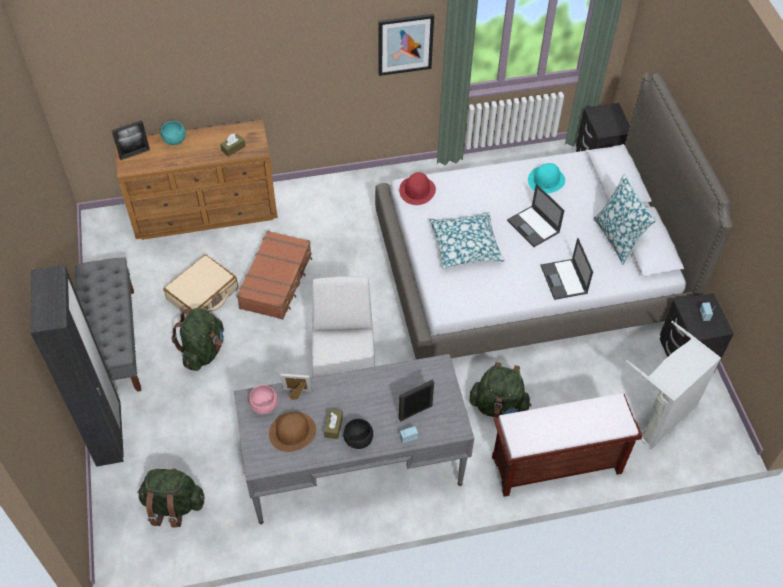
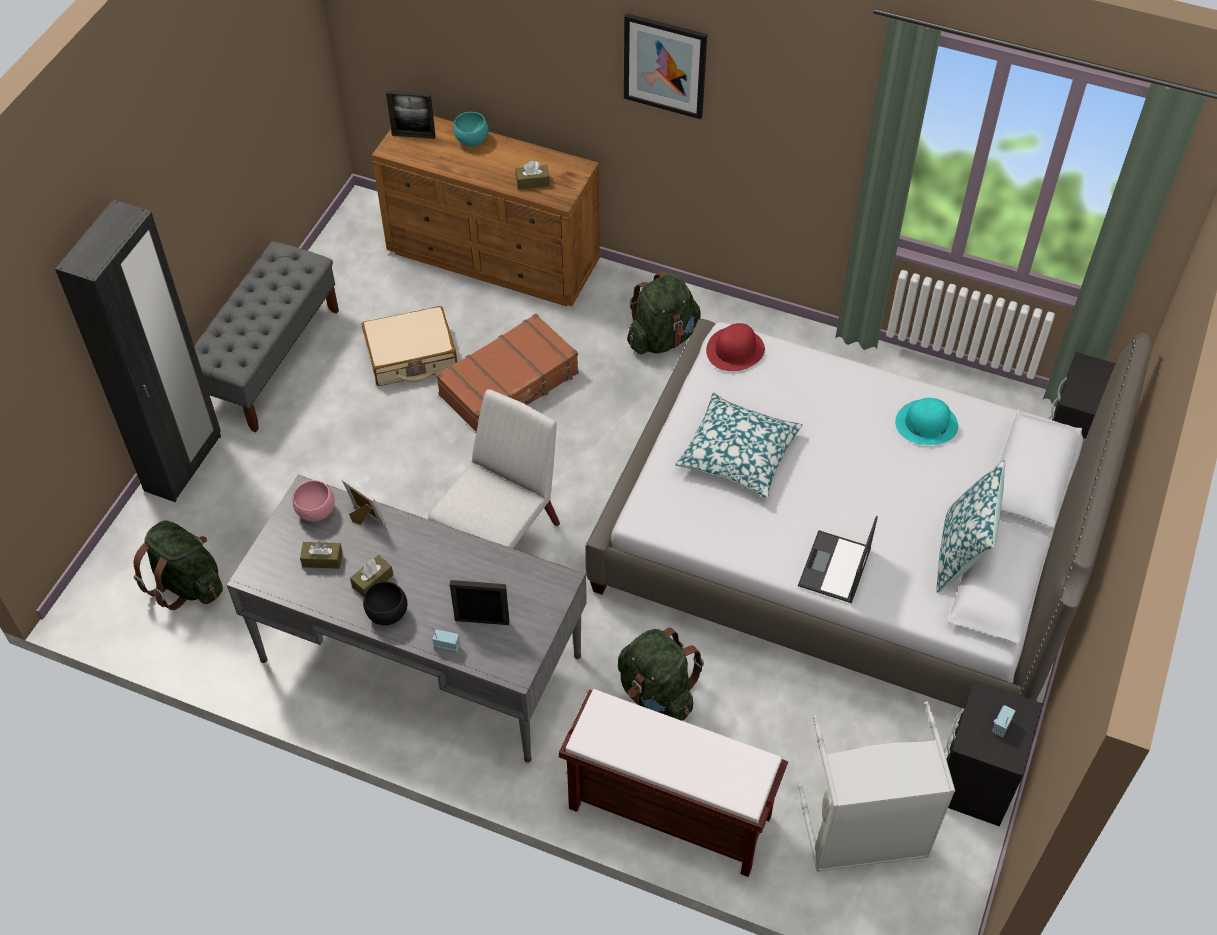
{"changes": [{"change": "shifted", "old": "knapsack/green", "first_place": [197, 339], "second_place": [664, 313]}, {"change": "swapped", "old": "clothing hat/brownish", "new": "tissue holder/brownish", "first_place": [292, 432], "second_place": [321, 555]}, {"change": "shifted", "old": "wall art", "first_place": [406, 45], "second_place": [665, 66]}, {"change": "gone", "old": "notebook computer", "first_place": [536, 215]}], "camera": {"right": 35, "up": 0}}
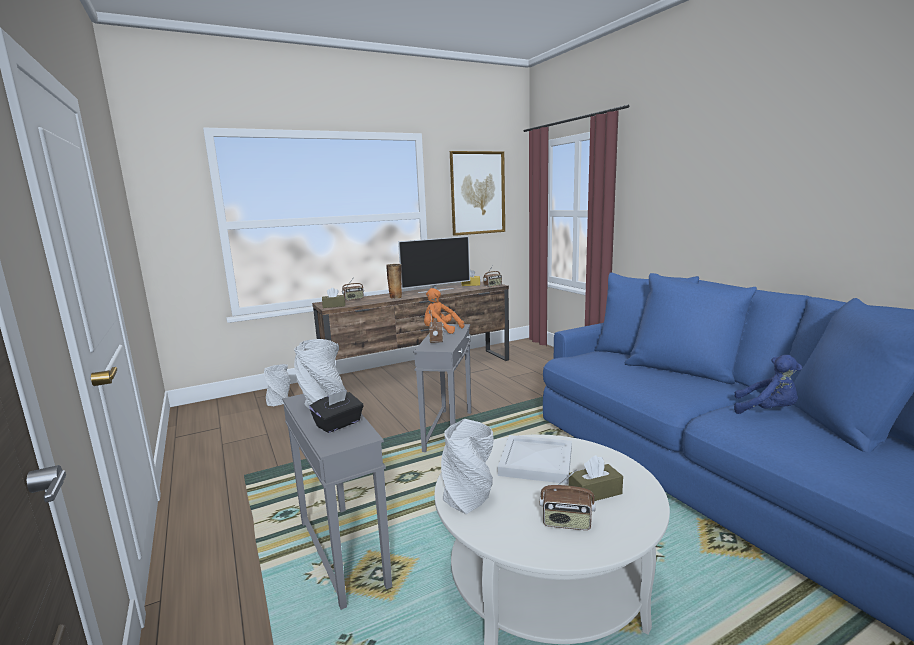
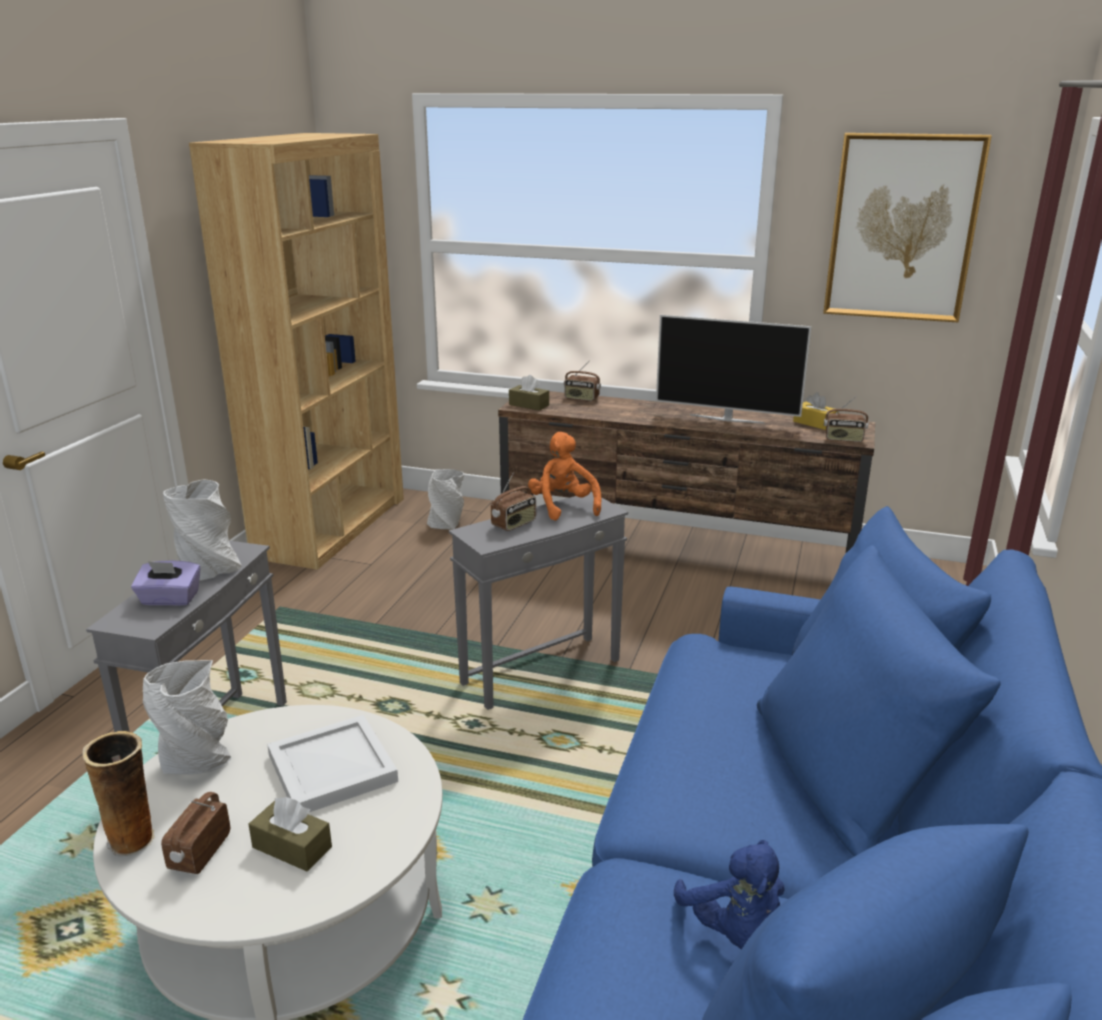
{"changes": [{"change": "repainted", "old": "tissue holder/black", "new": "tissue holder/purple", "first_place": [336, 411], "second_place": [166, 583]}, {"change": "shifted", "old": "vase", "first_place": [394, 281], "second_place": [118, 794]}, {"change": "rotated", "old": "radio set", "first_place": [567, 499], "second_place": [195, 833], "degrees": 45}, {"change": "new", "new": "bookcase/brownish", "second_place": [296, 351]}], "camera": {"right": 45, "up": 10}}
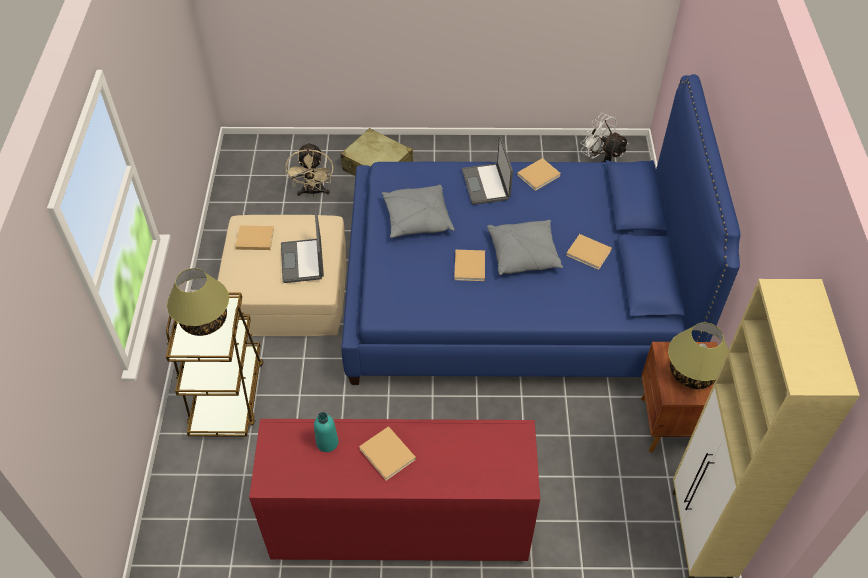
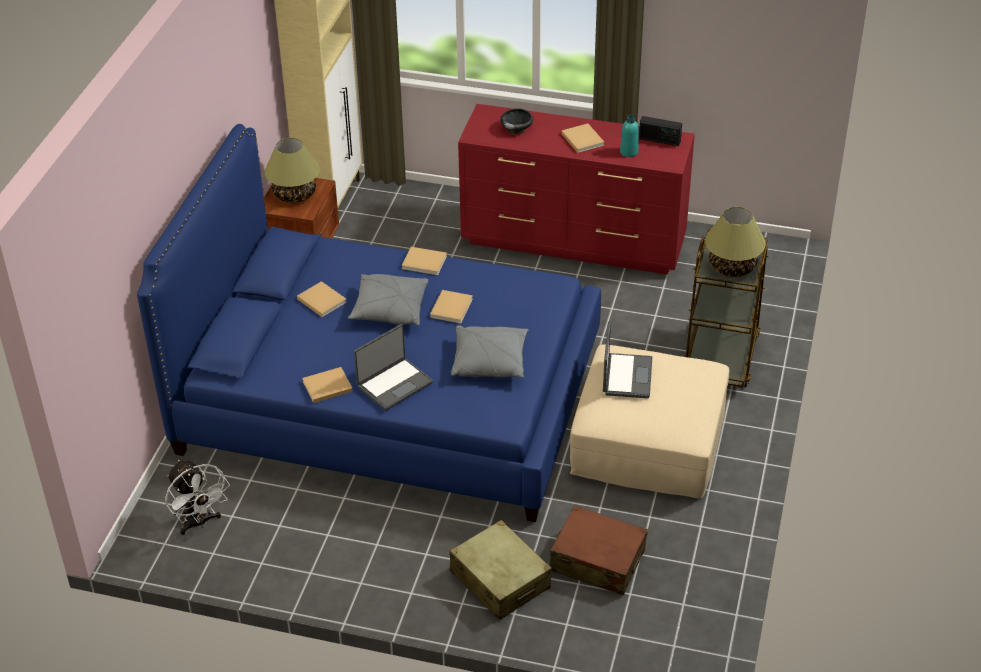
{"changes": [{"change": "shifted", "old": "book/sand-coloured", "first_place": [254, 238], "second_place": [424, 261]}, {"change": "swapped", "old": "fan/sand-coloured", "new": "travel case/brownish", "first_place": [309, 169], "second_place": [599, 550]}, {"change": "rotated", "old": "notebook computer", "first_place": [487, 170], "second_place": [393, 367], "degrees": 45}, {"change": "new", "new": "serving bowl/black", "second_place": [516, 121]}, {"change": "new", "new": "radio set", "second_place": [660, 131]}], "camera": {"right": -165, "up": -10}}
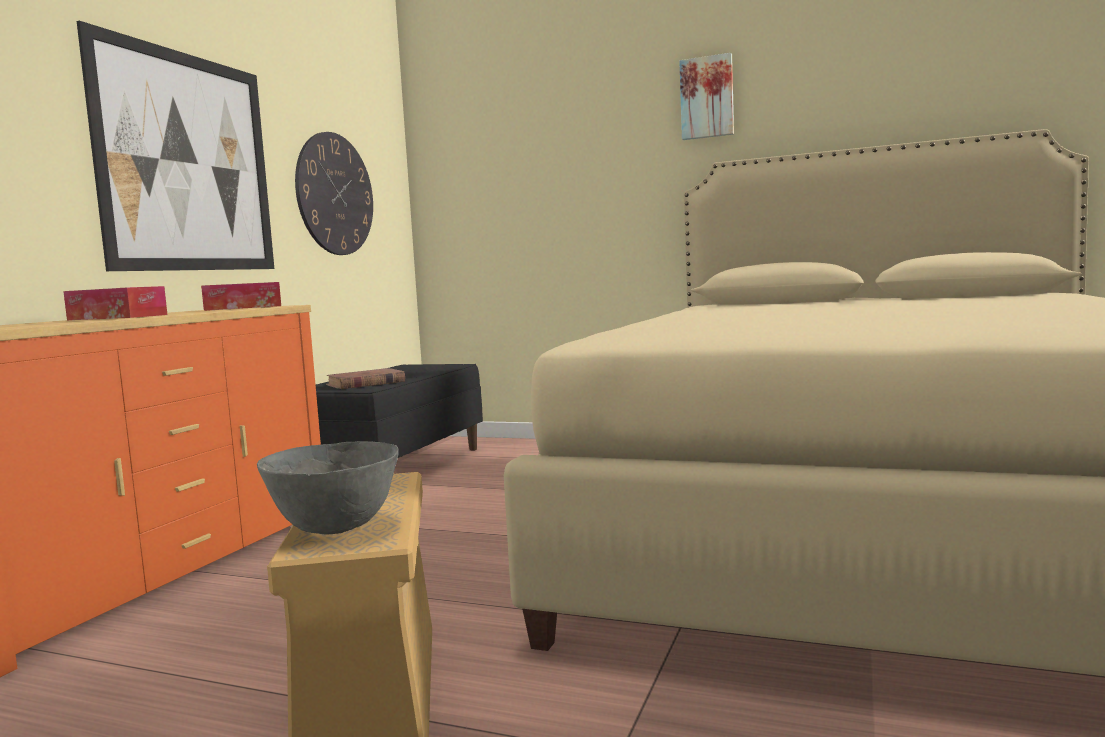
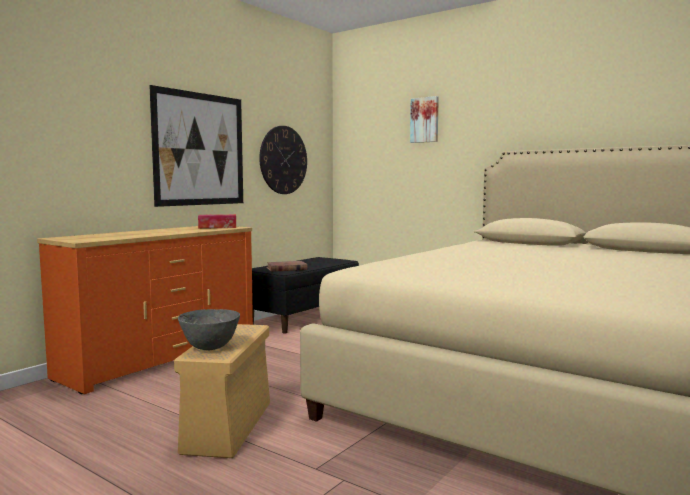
{"changes": [{"change": "gone", "old": "tissue holder", "first_place": [115, 303]}, {"change": "shifted", "old": "wall art", "first_place": [706, 96], "second_place": [424, 119]}], "camera": {"right": 15, "up": 0}}
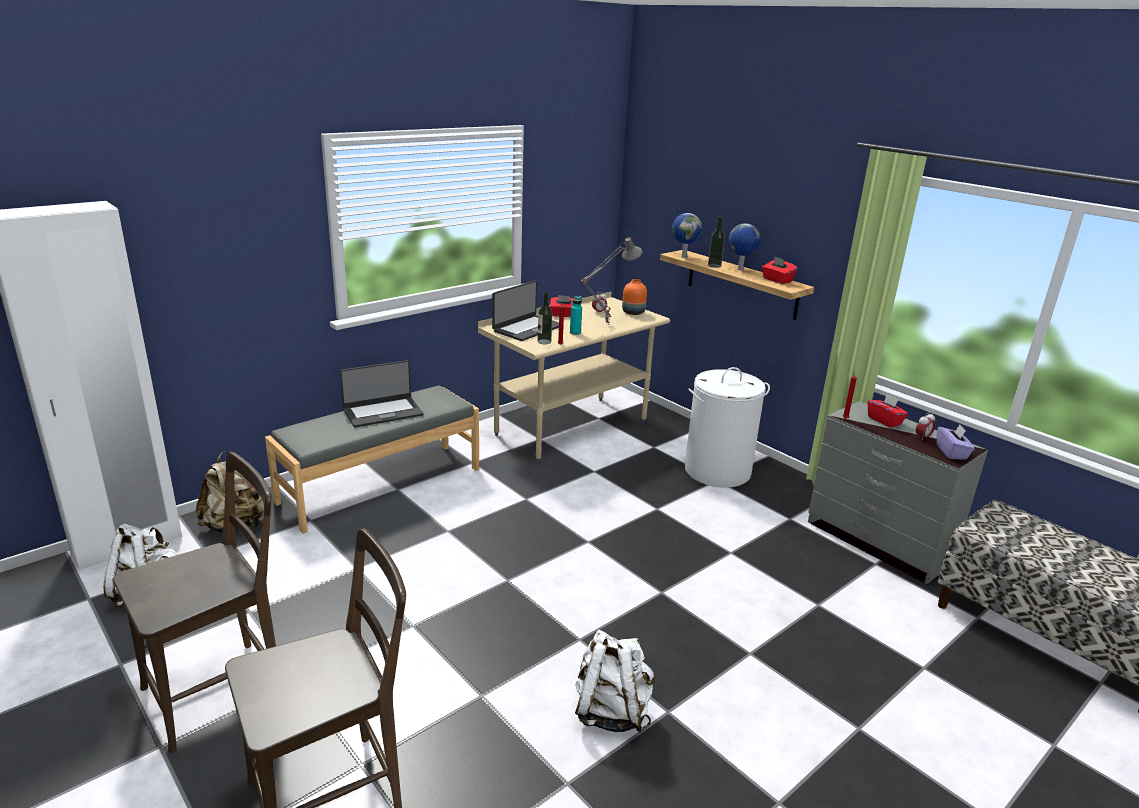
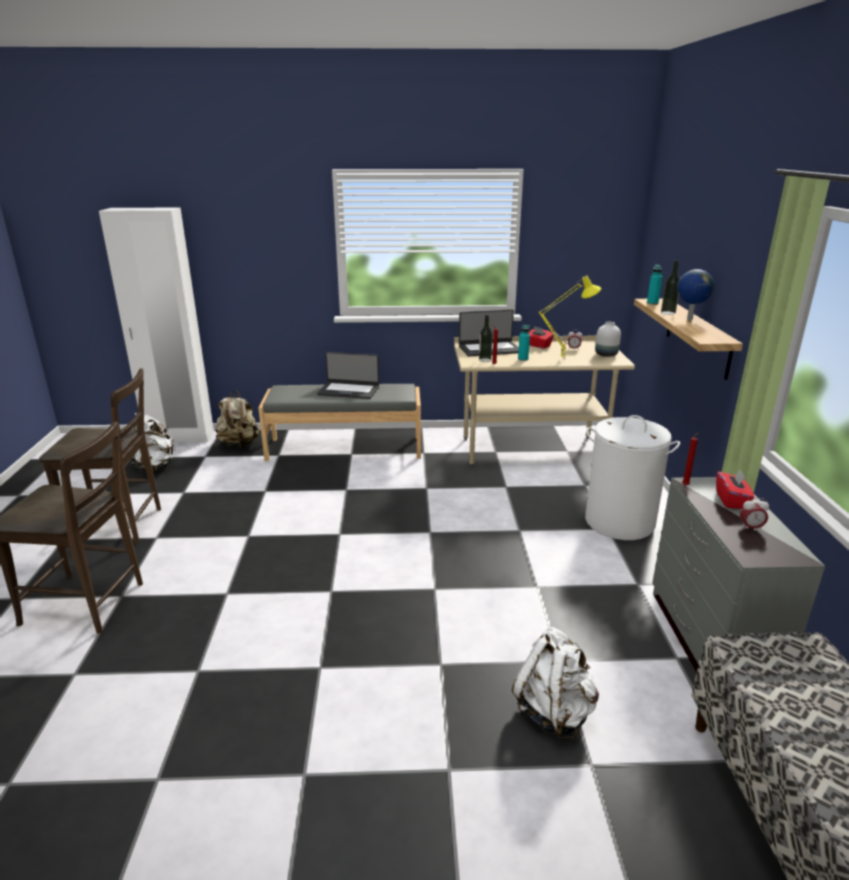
{"changes": [{"change": "shifted", "old": "knapsack/white", "first_place": [615, 681], "second_place": [555, 683]}, {"change": "repainted", "old": "lamp for a table/gray", "new": "lamp for a table/yellow", "first_place": [612, 281], "second_place": [569, 317]}, {"change": "repainted", "old": "vase/orange", "new": "vase/white", "first_place": [634, 297], "second_place": [608, 339]}, {"change": "swapped", "old": "globe", "new": "drink bottle/turquoise", "first_place": [687, 235], "second_place": [654, 285]}, {"change": "gone", "old": "tissue holder/red-coloured", "first_place": [780, 270]}, {"change": "gone", "old": "tissue holder/purple", "first_place": [956, 442]}], "camera": {"right": 40, "up": 0}}
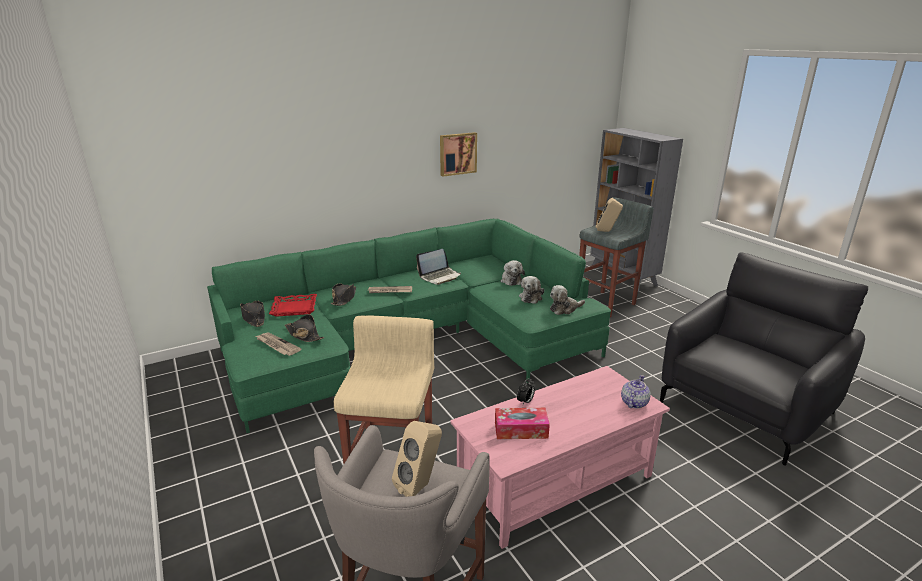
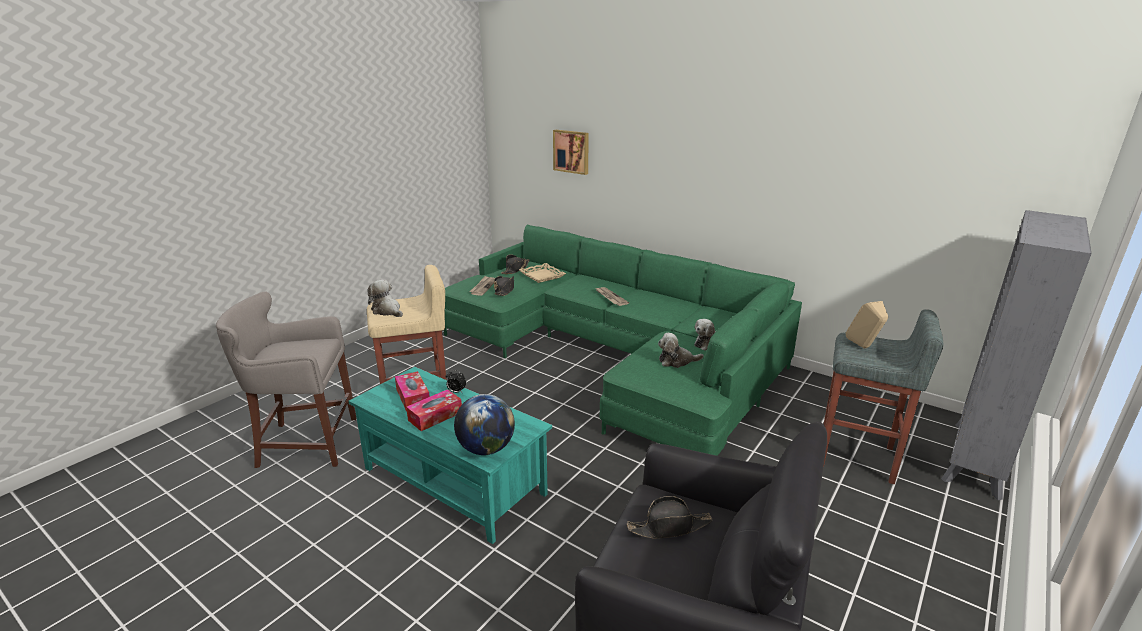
{"changes": [{"change": "repainted", "old": "serving tray/red-coloured", "new": "serving tray/sand-coloured", "first_place": [293, 305], "second_place": [542, 273]}, {"change": "shifted", "old": "clothing hat/black", "first_place": [343, 294], "second_place": [670, 517]}, {"change": "gone", "old": "audio speaker/sand-coloured", "first_place": [417, 459]}, {"change": "gone", "old": "notebook computer", "first_place": [438, 267]}, {"change": "shifted", "old": "wall art", "first_place": [458, 154], "second_place": [571, 152]}, {"change": "repainted", "old": "low table/pink", "new": "low table/turquoise", "first_place": [560, 457], "second_place": [450, 455]}, {"change": "shifted", "old": "cuddly toy", "first_place": [567, 300], "second_place": [385, 298]}, {"change": "swapped", "old": "tea pot", "new": "globe", "first_place": [636, 391], "second_place": [484, 424]}, {"change": "new", "new": "tissue holder", "second_place": [434, 410]}], "camera": {"right": 65, "up": 0}}
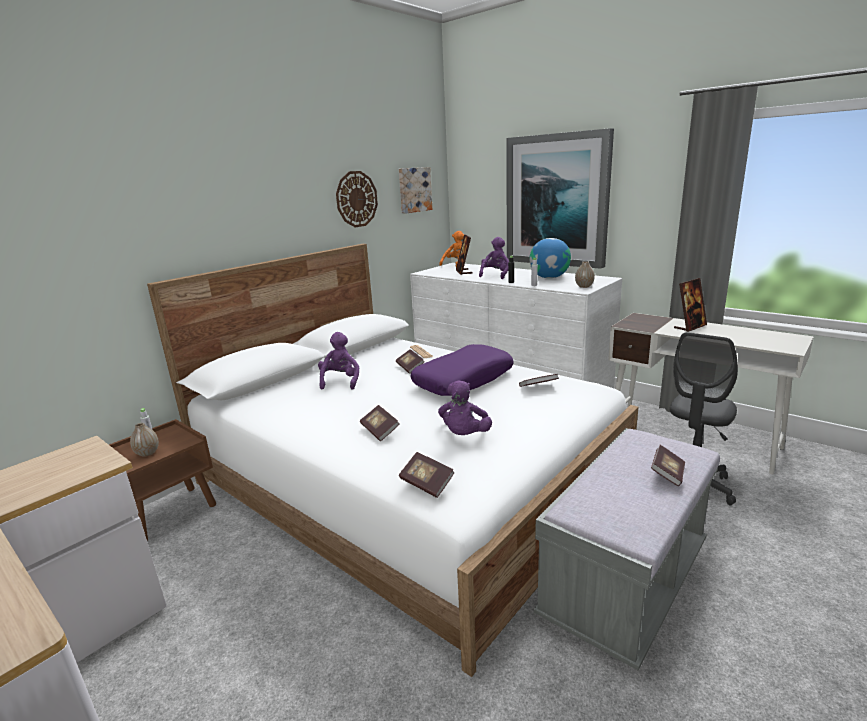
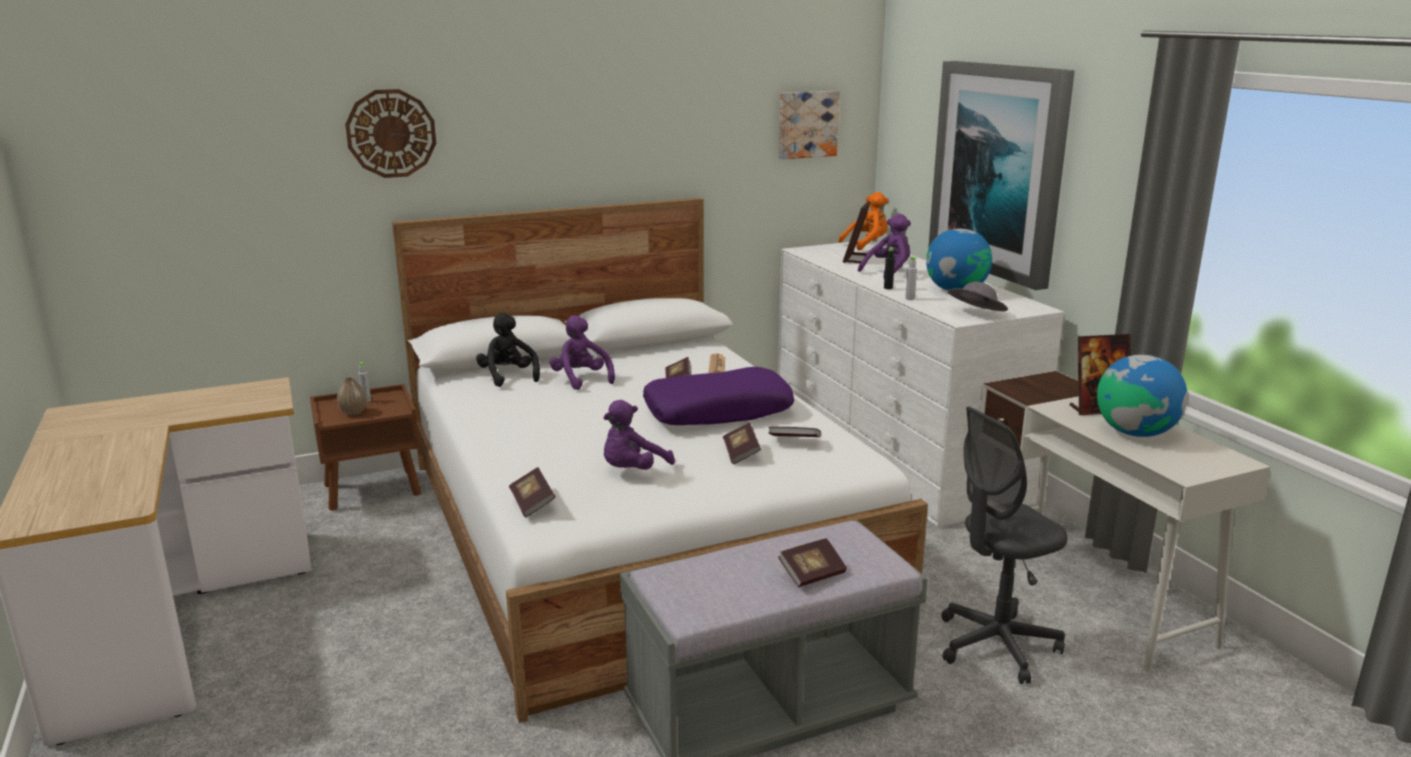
{"changes": [{"change": "rotated", "old": "cuddly toy/purple", "first_place": [338, 361], "second_place": [582, 352], "degrees": -60}, {"change": "shifted", "old": "wall clock", "first_place": [357, 199], "second_place": [390, 133]}, {"change": "shifted", "old": "book", "first_place": [380, 423], "second_place": [742, 443]}, {"change": "swapped", "old": "vase", "new": "clothing hat/gray", "first_place": [585, 274], "second_place": [978, 296]}, {"change": "new", "new": "cuddly toy/black", "second_place": [508, 350]}, {"change": "new", "new": "globe", "second_place": [1142, 396]}], "camera": {"right": 25, "up": 0}}
